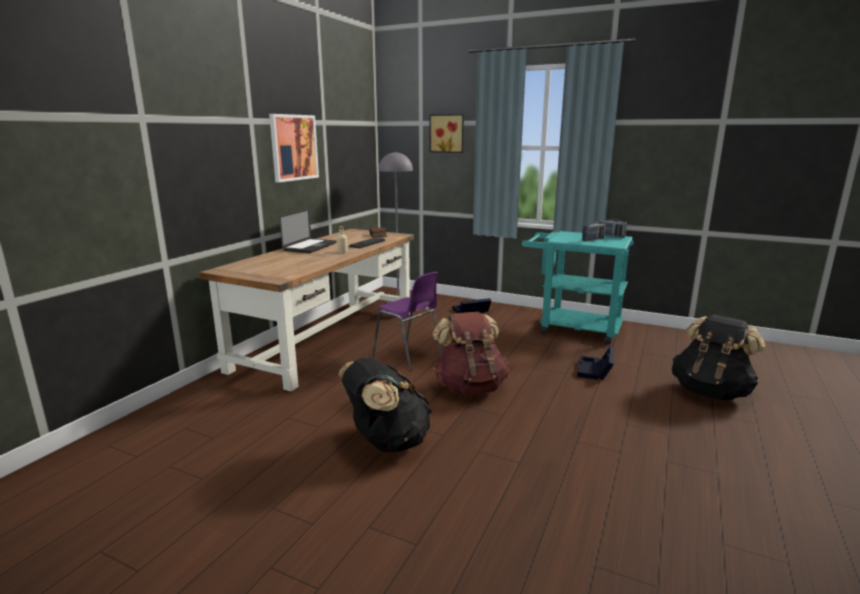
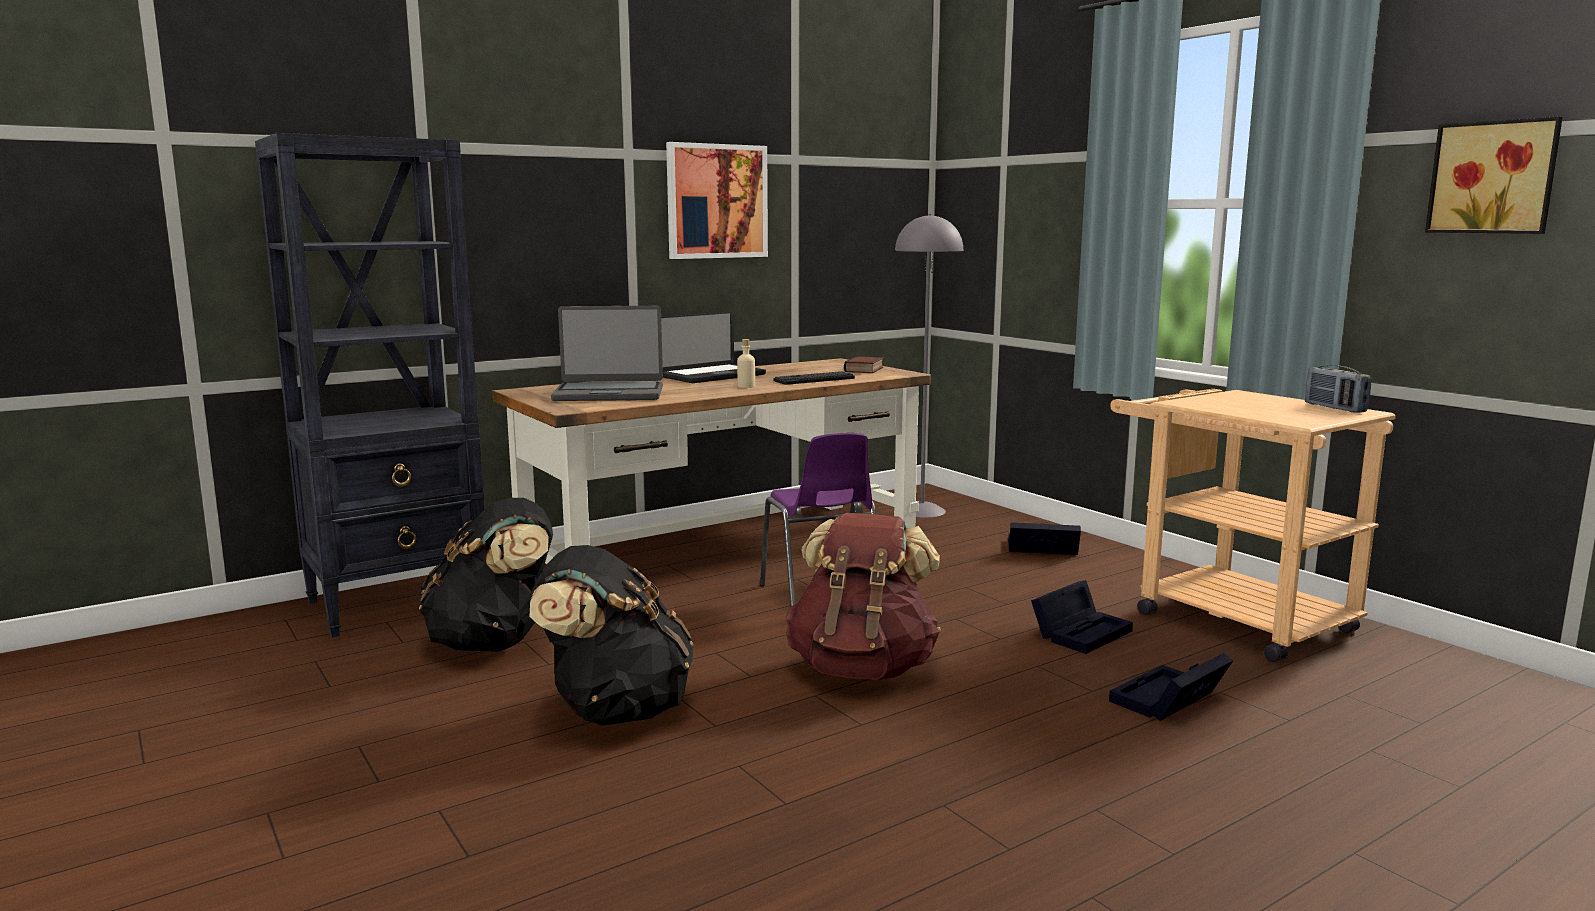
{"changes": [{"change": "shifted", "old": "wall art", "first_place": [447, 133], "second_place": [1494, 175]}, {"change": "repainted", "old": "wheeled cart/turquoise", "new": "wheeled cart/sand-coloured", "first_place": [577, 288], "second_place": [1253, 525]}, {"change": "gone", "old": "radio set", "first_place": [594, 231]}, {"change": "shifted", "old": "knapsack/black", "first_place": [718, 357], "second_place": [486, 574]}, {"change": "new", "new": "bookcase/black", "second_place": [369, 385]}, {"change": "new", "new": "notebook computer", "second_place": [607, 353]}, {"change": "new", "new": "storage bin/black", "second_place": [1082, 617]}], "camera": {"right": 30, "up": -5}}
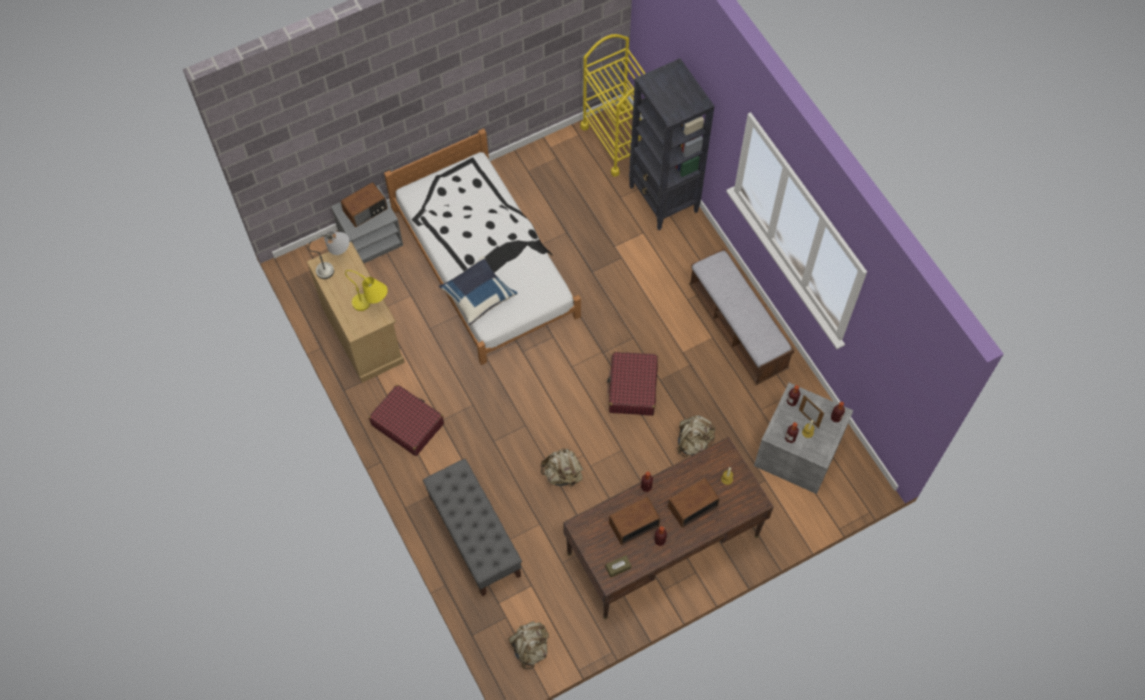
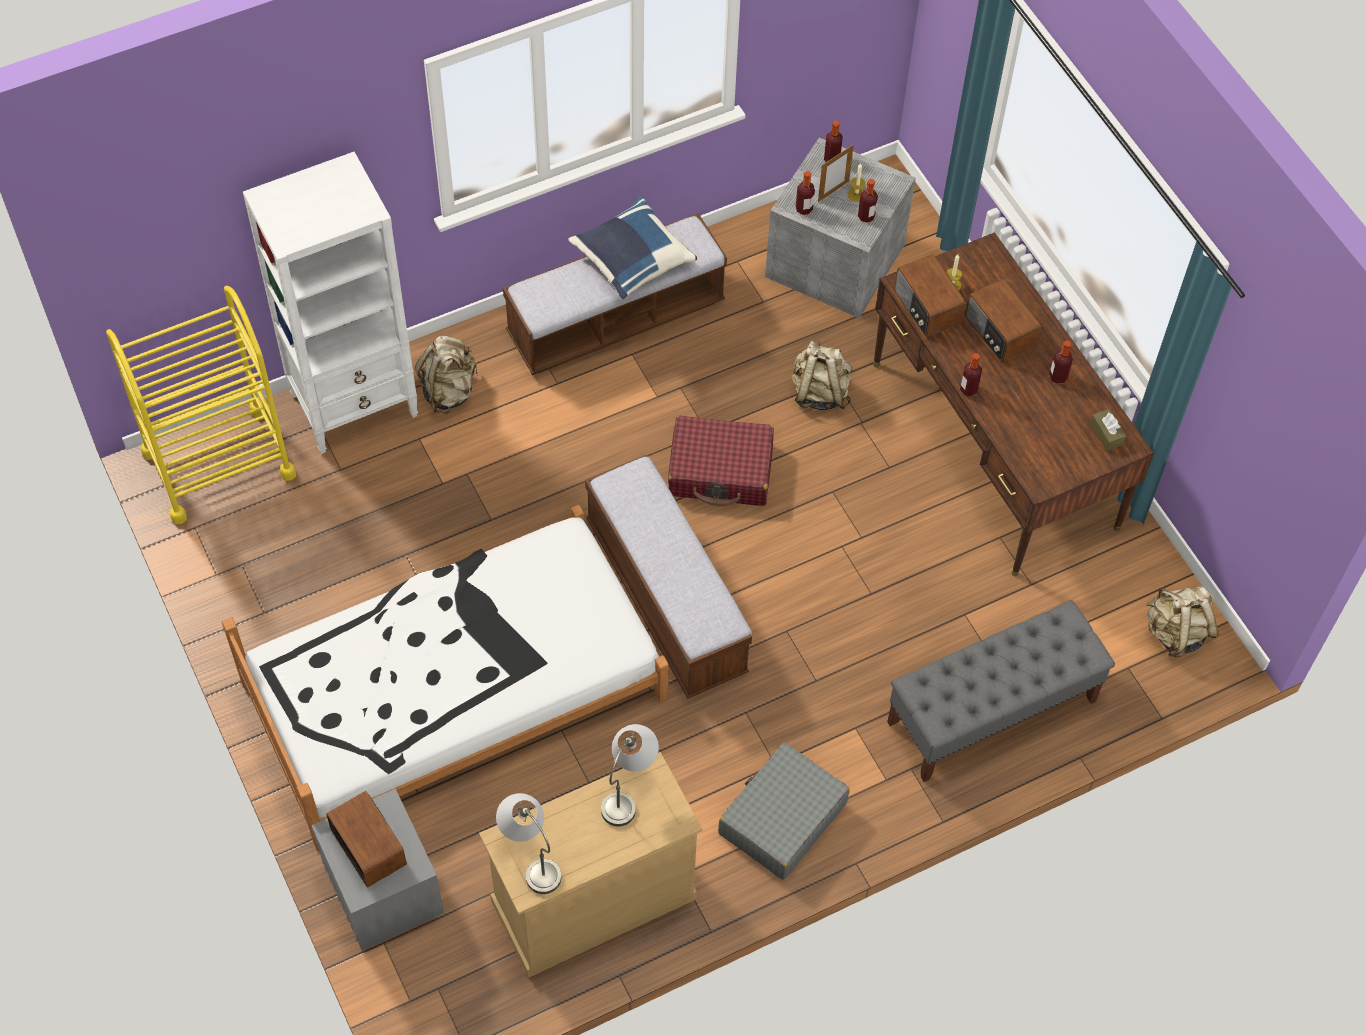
{"changes": [{"change": "repainted", "old": "lamp for a table/yellow", "new": "lamp for a table/gray", "first_place": [366, 290], "second_place": [630, 775]}, {"change": "repainted", "old": "travel case/red-coloured", "new": "travel case/gray", "first_place": [406, 420], "second_place": [784, 811]}, {"change": "shifted", "old": "pillow/blue-coloured", "first_place": [478, 290], "second_place": [632, 247]}, {"change": "shifted", "old": "knapsack/sand-coloured", "first_place": [562, 467], "second_place": [446, 375]}, {"change": "shifted", "old": "radio set", "first_place": [634, 521], "second_place": [930, 295]}, {"change": "repainted", "old": "bookcase/black", "new": "bookcase/white", "first_place": [672, 144], "second_place": [330, 303]}, {"change": "new", "new": "long seat", "second_place": [668, 577]}], "camera": {"right": -90, "up": -5}}
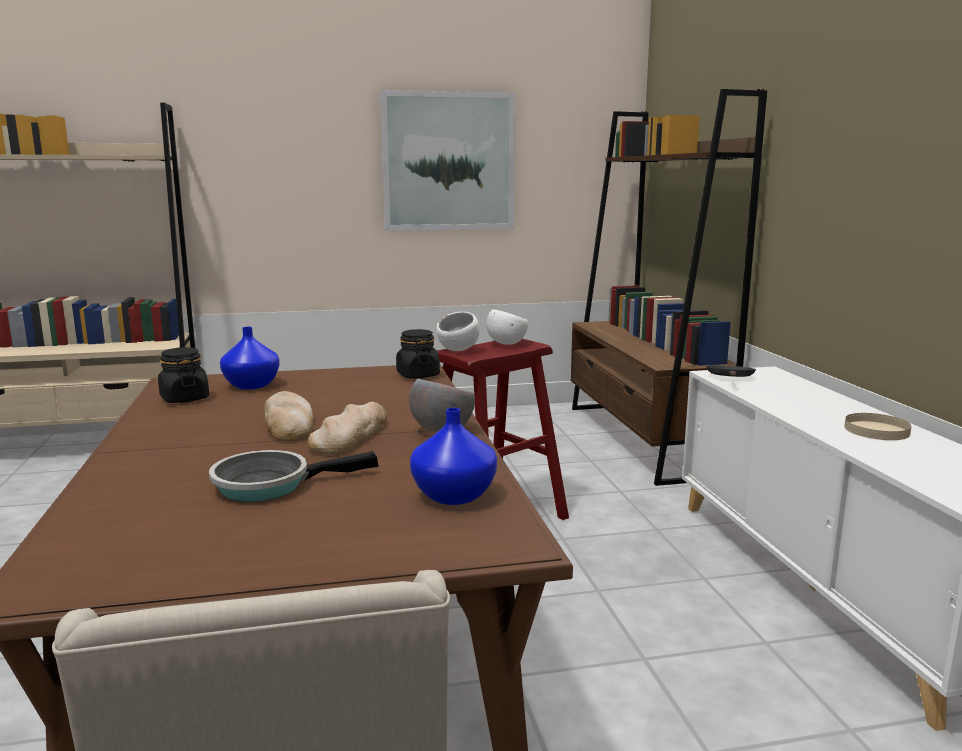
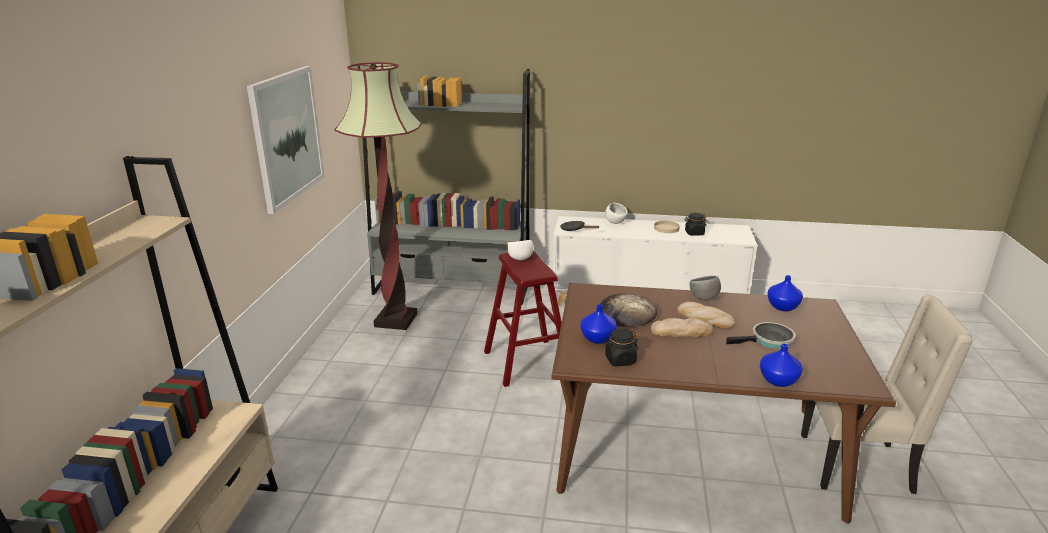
{"changes": [{"change": "rotated", "old": "frying pan", "first_place": [294, 476], "second_place": [761, 335], "degrees": -105}, {"change": "shifted", "old": "storage jar/black", "first_place": [418, 353], "second_place": [695, 224]}, {"change": "shifted", "old": "serving bowl/white", "first_place": [458, 331], "second_place": [616, 213]}, {"change": "repainted", "old": "bookcase/brownish", "new": "bookcase/gray", "first_place": [669, 287], "second_place": [446, 187]}, {"change": "new", "new": "standard lamp", "second_place": [378, 196]}, {"change": "new", "new": "bread", "second_place": [628, 310]}, {"change": "new", "new": "vase/blue-coloured", "second_place": [781, 365]}], "camera": {"right": -70, "up": 10}}
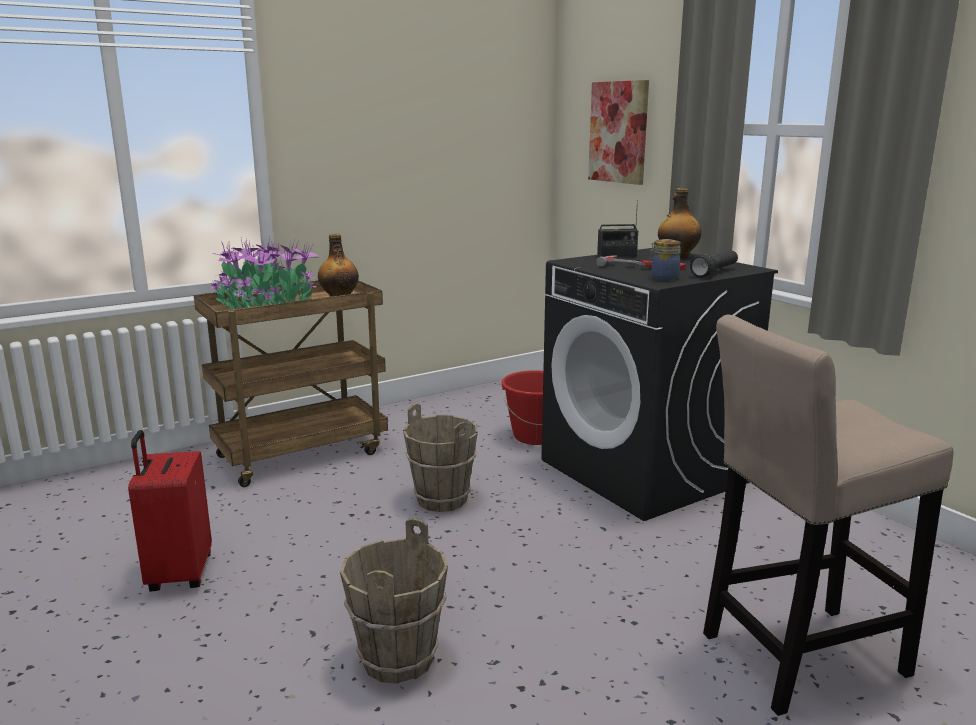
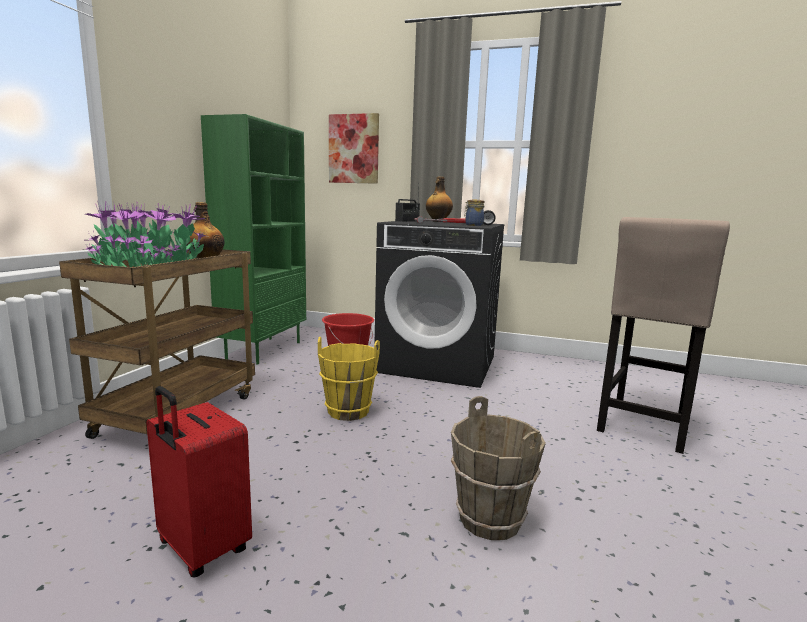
{"changes": [{"change": "repainted", "old": "water bucket/brownish", "new": "water bucket/yellow", "first_place": [440, 458], "second_place": [349, 379]}, {"change": "new", "new": "bookcase/green", "second_place": [253, 239]}], "camera": {"right": -40, "up": -5}}
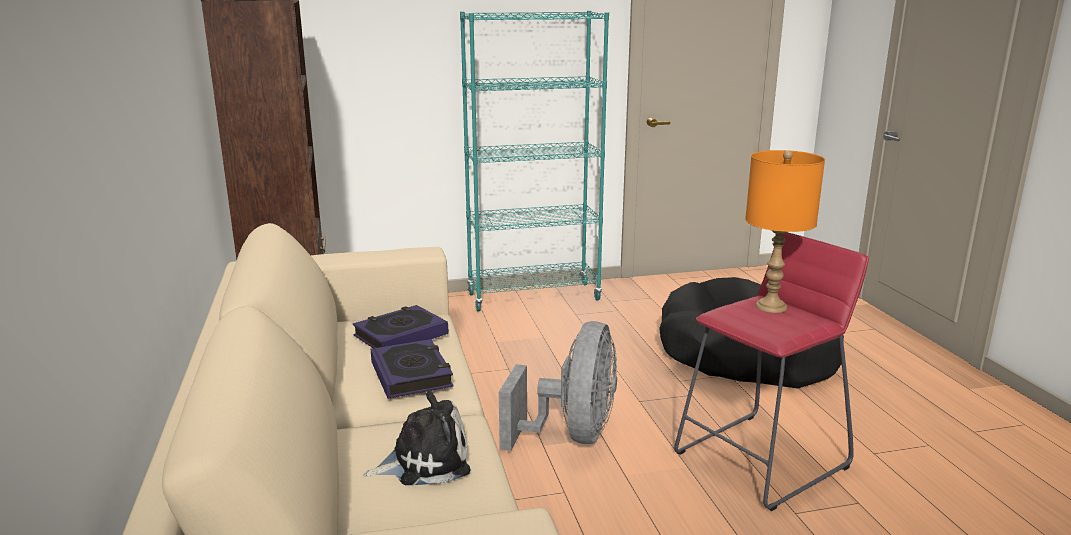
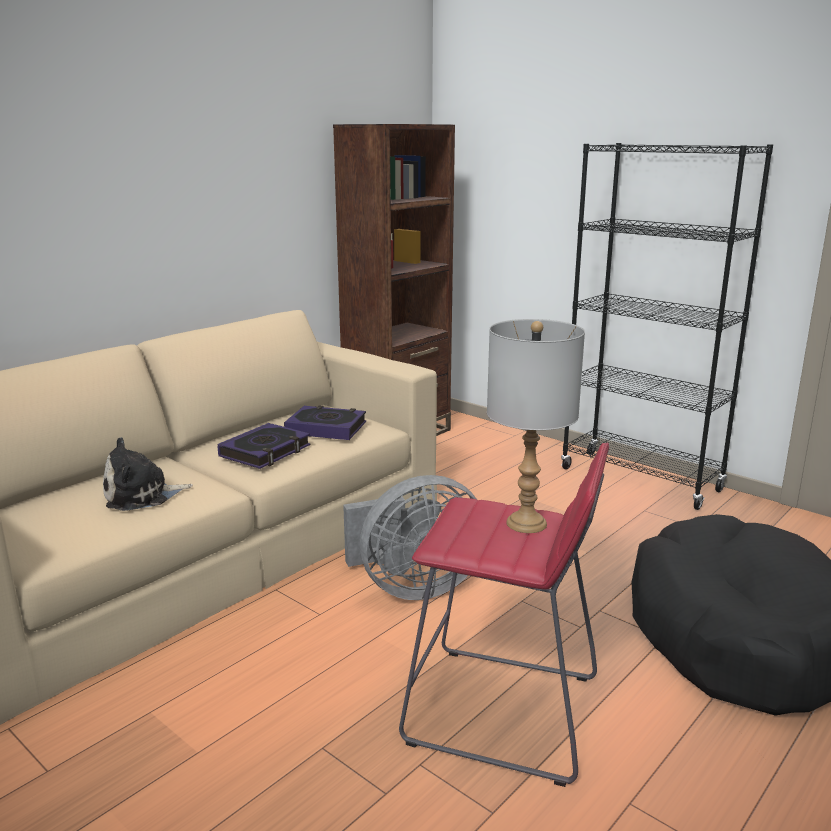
{"changes": [{"change": "rotated", "old": "cuddly toy", "first_place": [416, 438], "second_place": [148, 474], "degrees": 120}, {"change": "repainted", "old": "bookcase/turquoise", "new": "bookcase/black", "first_place": [534, 161], "second_place": [667, 326]}, {"change": "repainted", "old": "lamp for a table/orange", "new": "lamp for a table/gray", "first_place": [785, 231], "second_place": [536, 426]}], "camera": {"right": 55, "up": 0}}
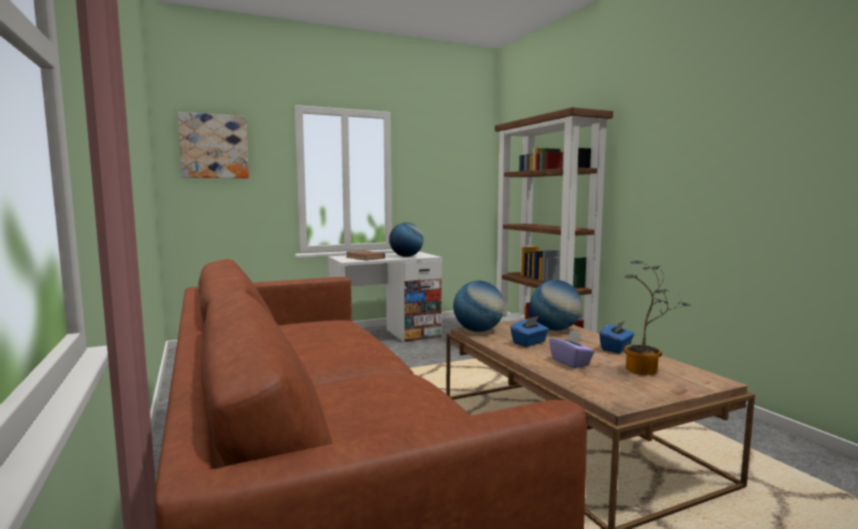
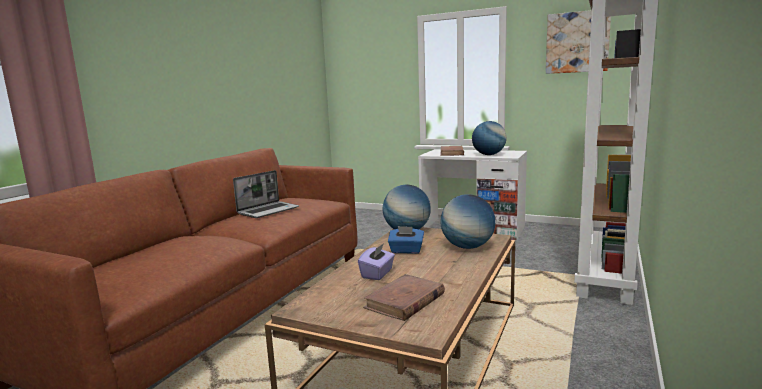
{"changes": [{"change": "shifted", "old": "wall art", "first_place": [213, 145], "second_place": [578, 42]}, {"change": "gone", "old": "tissue holder/blue-coloured", "first_place": [616, 337]}, {"change": "swapped", "old": "houseplant", "new": "book/brownish", "first_place": [657, 318], "second_place": [404, 297]}, {"change": "new", "new": "notebook computer", "second_place": [266, 194]}], "camera": {"right": 50, "up": 5}}
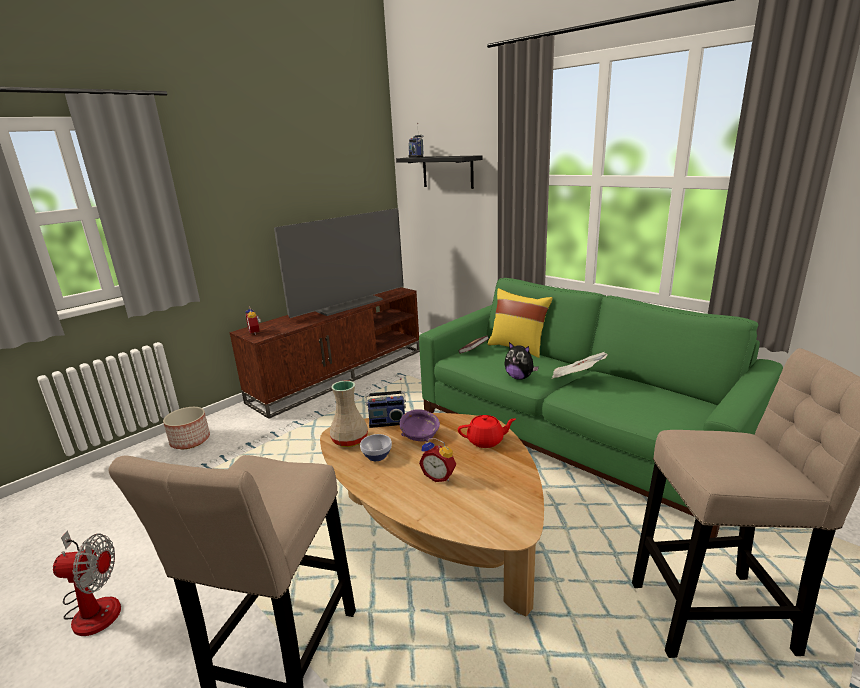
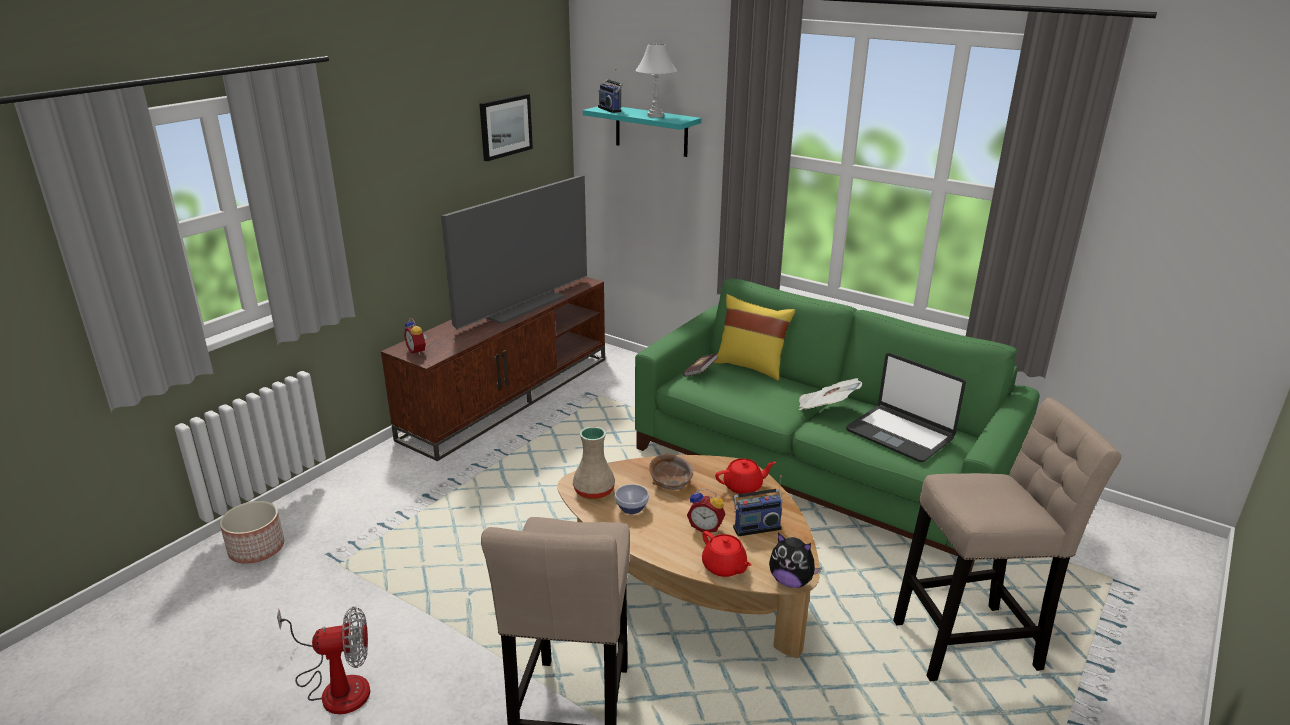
{"changes": [{"change": "shifted", "old": "planter", "first_place": [186, 428], "second_place": [252, 532]}, {"change": "shifted", "old": "radio set", "first_place": [385, 403], "second_place": [758, 506]}, {"change": "repainted", "old": "wall shelf/black", "new": "wall shelf/turquoise", "first_place": [439, 172], "second_place": [642, 131]}, {"change": "repainted", "old": "serving bowl/purple", "new": "serving bowl/brownish", "first_place": [420, 425], "second_place": [671, 472]}, {"change": "shifted", "old": "cuddly toy", "first_place": [521, 361], "second_place": [795, 560]}, {"change": "new", "new": "wall art", "second_place": [506, 127]}, {"change": "new", "new": "lamp for a table/white", "second_place": [656, 81]}, {"change": "new", "new": "tea pot/red-coloured", "second_place": [727, 554]}, {"change": "new", "new": "notebook computer", "second_place": [906, 407]}], "camera": {"right": -10, "up": 5}}
